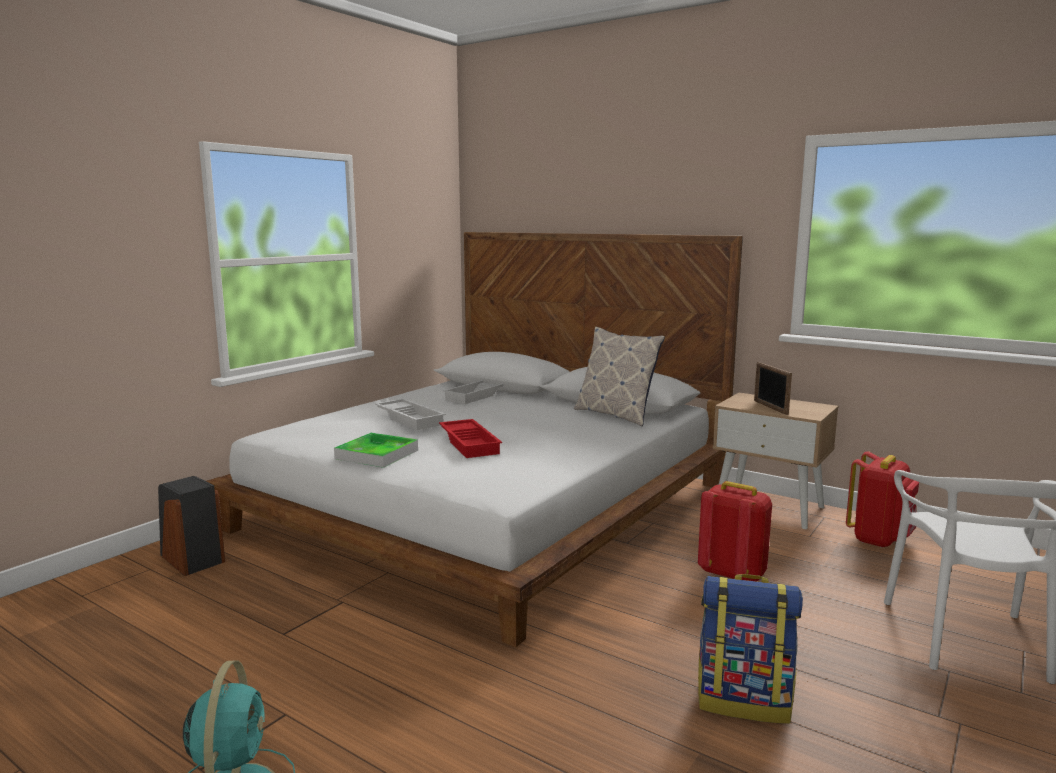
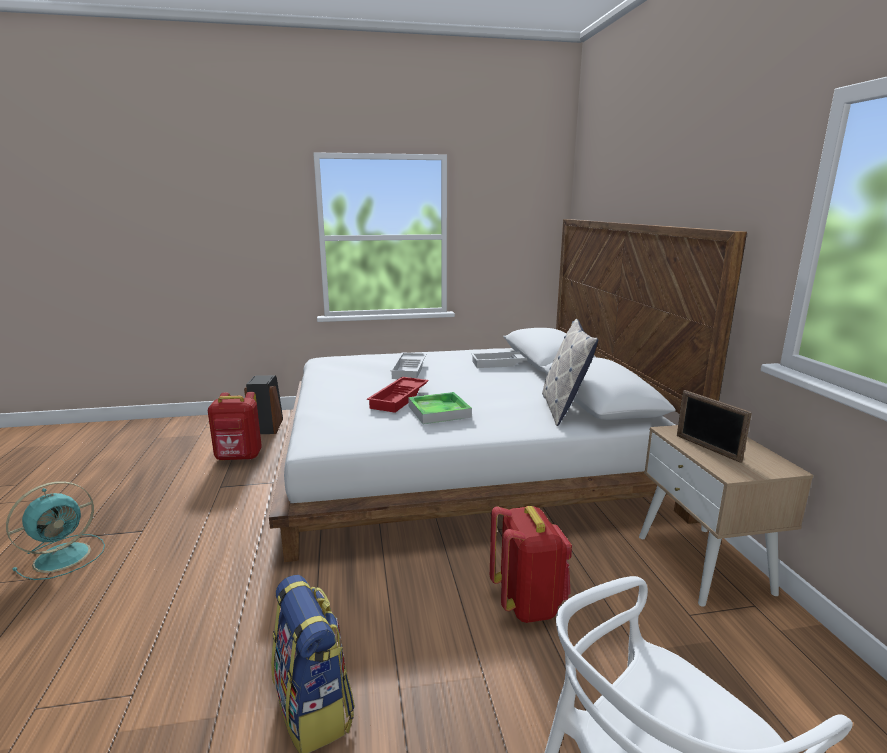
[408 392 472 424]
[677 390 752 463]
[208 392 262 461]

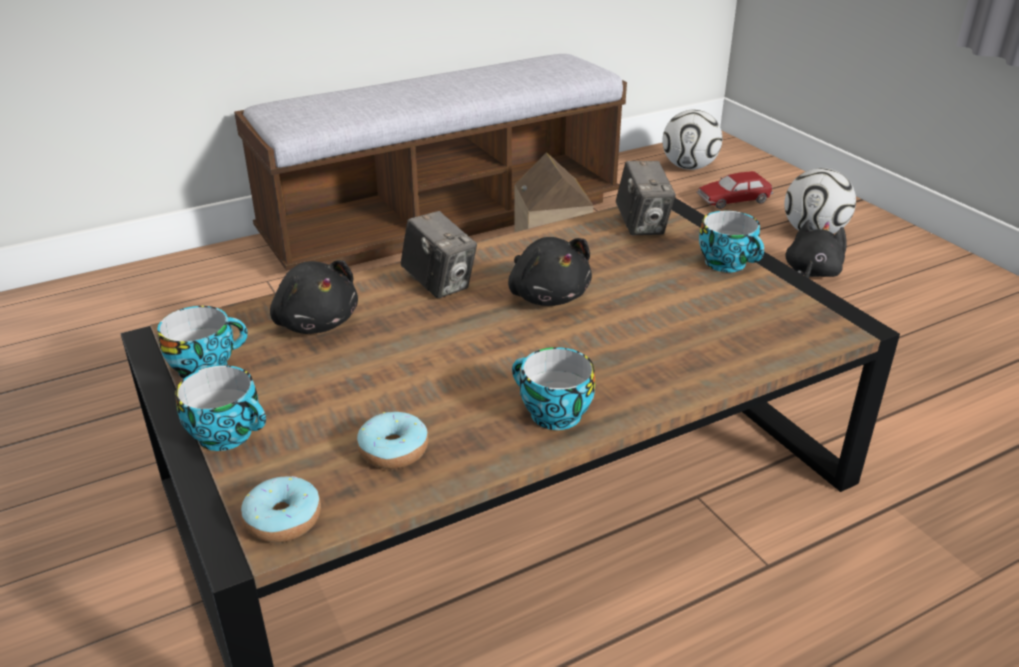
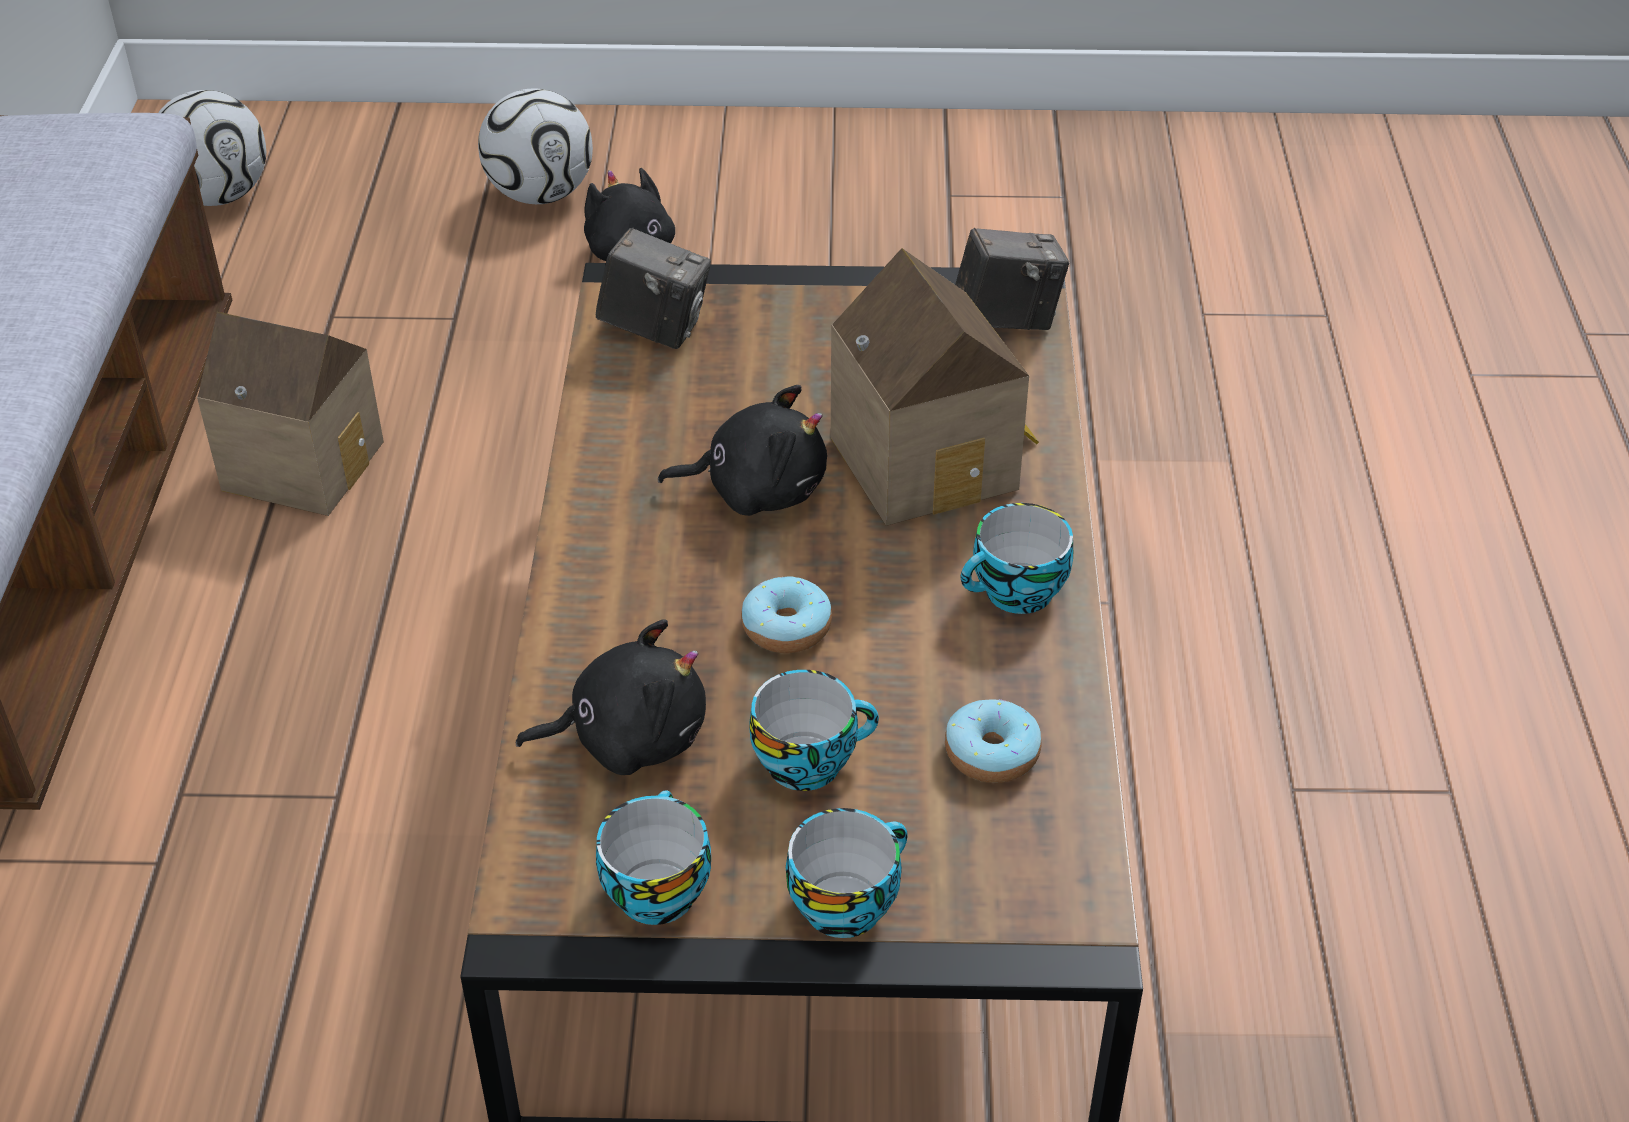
[741 576 832 653]
[955 228 1069 330]
[696 171 773 209] (first image)
[749 670 879 791]
[831 248 1039 526]

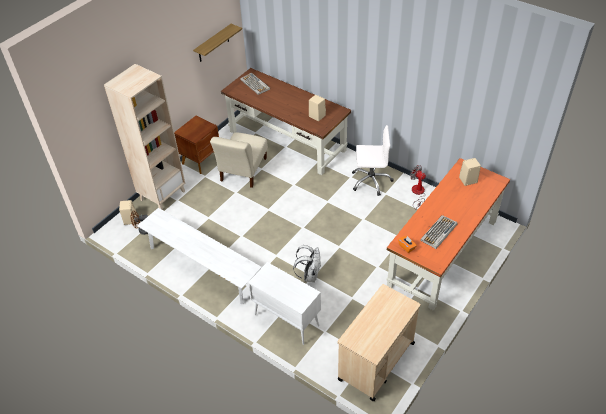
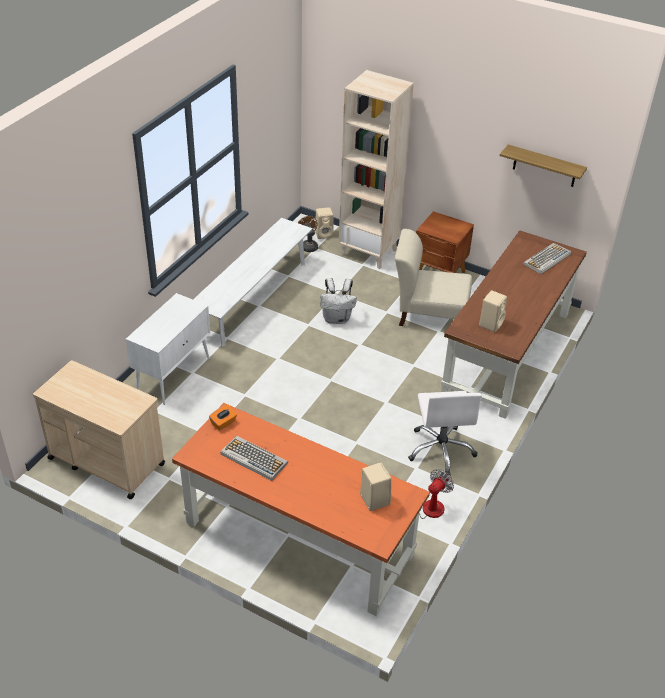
[320 278 357 324]

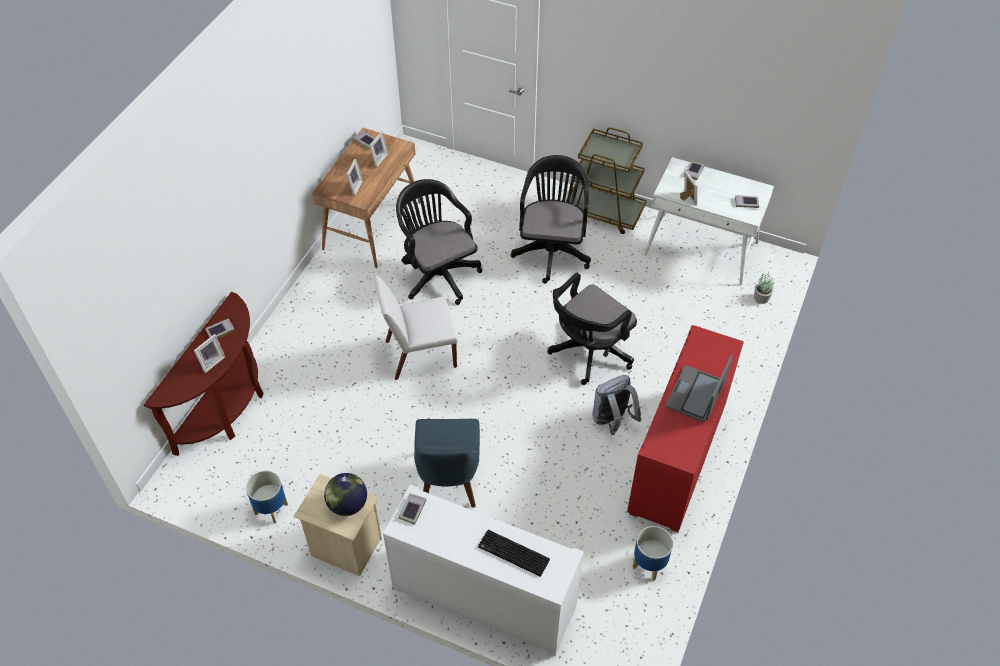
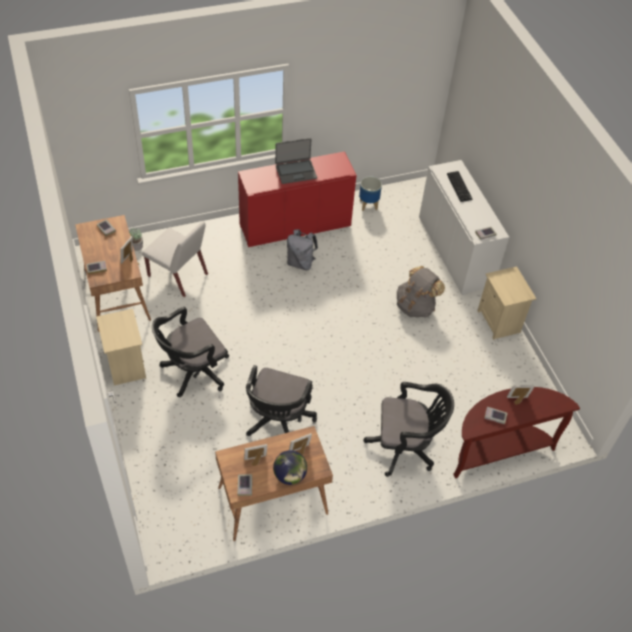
[246 471 288 524] (first image)
[273 450 307 485]
[142 222 208 297]
[397 266 445 318]
[363 382 454 477]
[96 309 146 386]
[75 215 151 332]

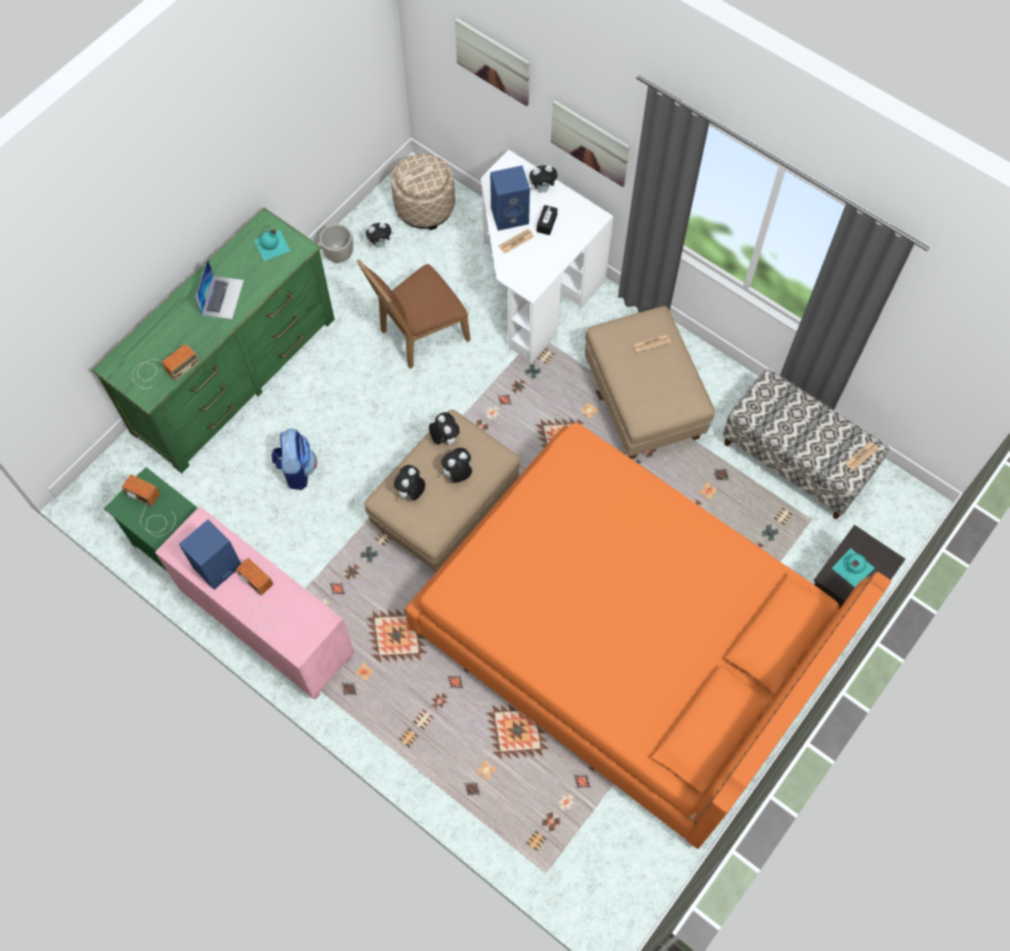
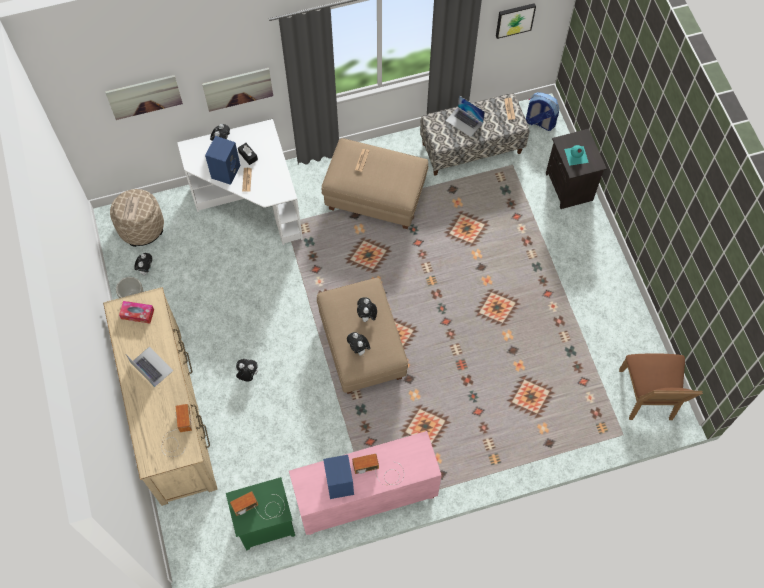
[103 287 218 506]
[119 301 154 324]
[526 92 559 131]
[619 354 703 420]
[405 423 891 849] (first image)
[235 359 258 381]
[445 95 485 137]
[496 3 536 39]

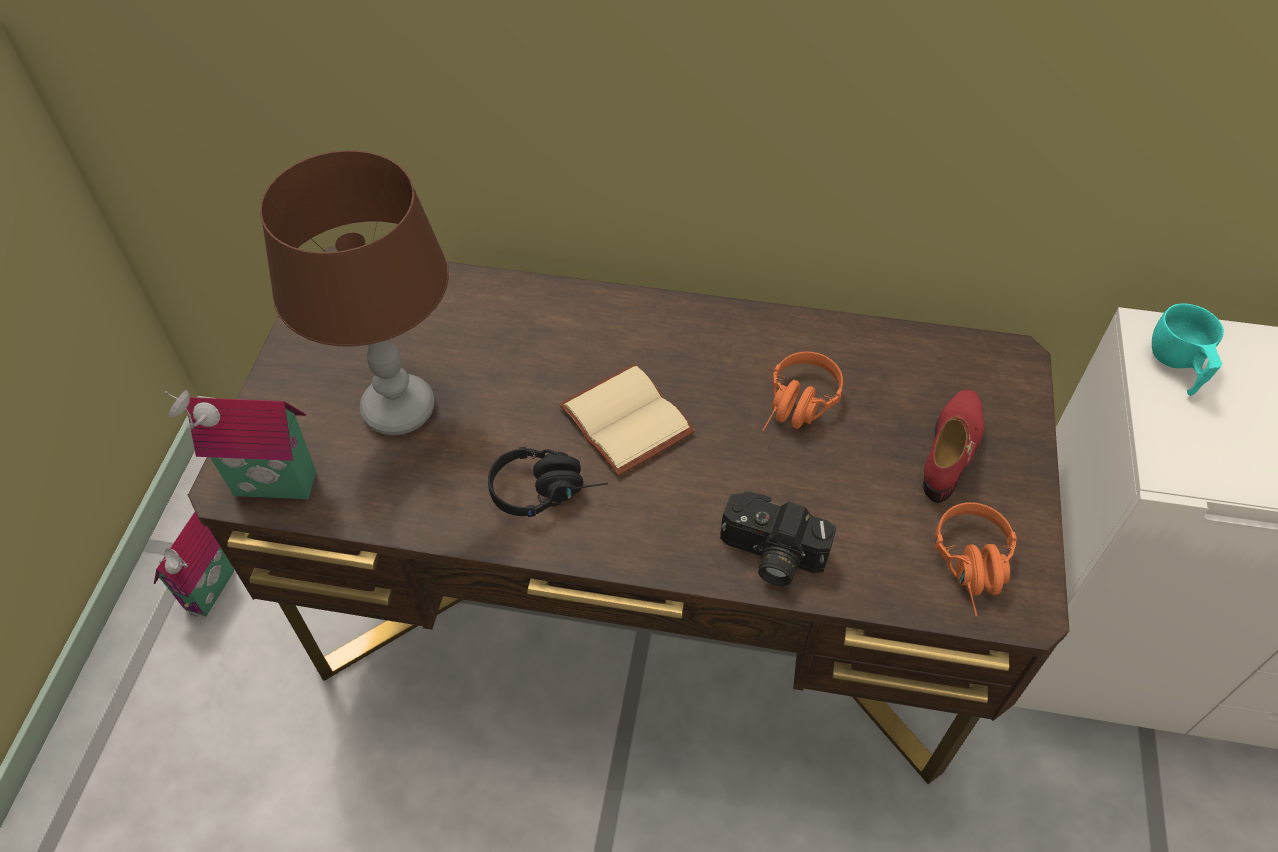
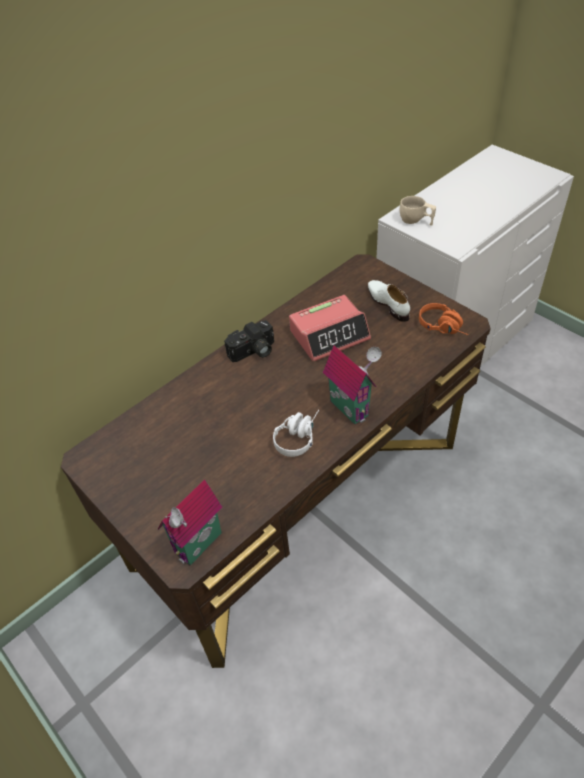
[323 345 381 424]
[260 150 449 435] (first image)
[273 410 319 457]
[559 364 695 476] (first image)
[224 320 274 362]
[289 295 371 362]
[368 280 410 322]
[400 196 436 226]

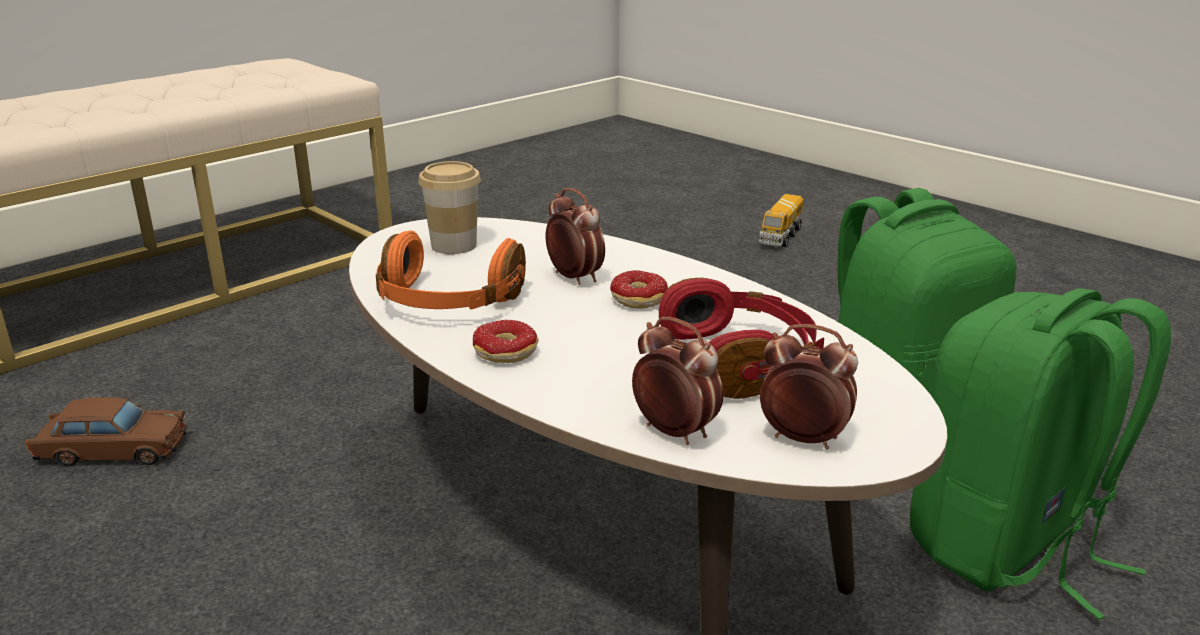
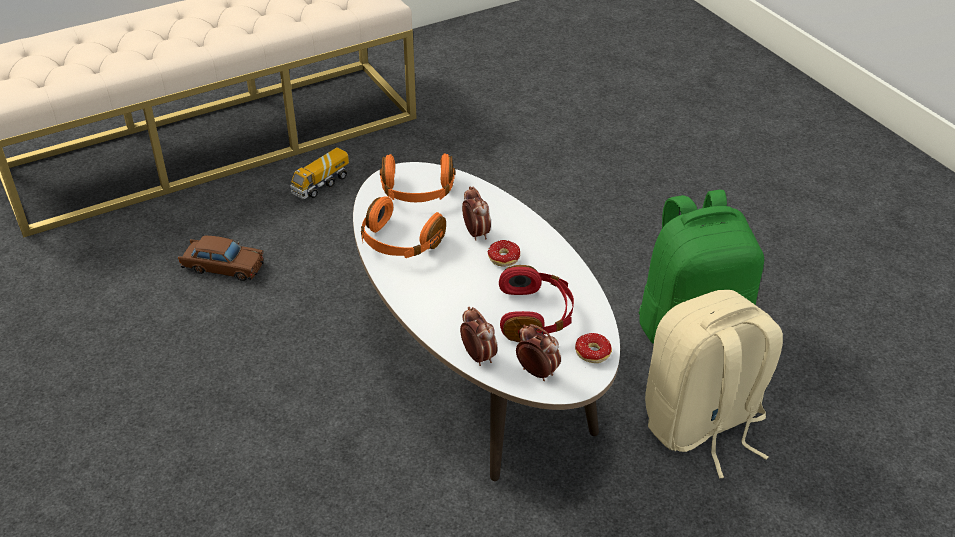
[380 153 455 202]
[575 333 612 363]
[290 147 349 199]
[645 290 783 479]

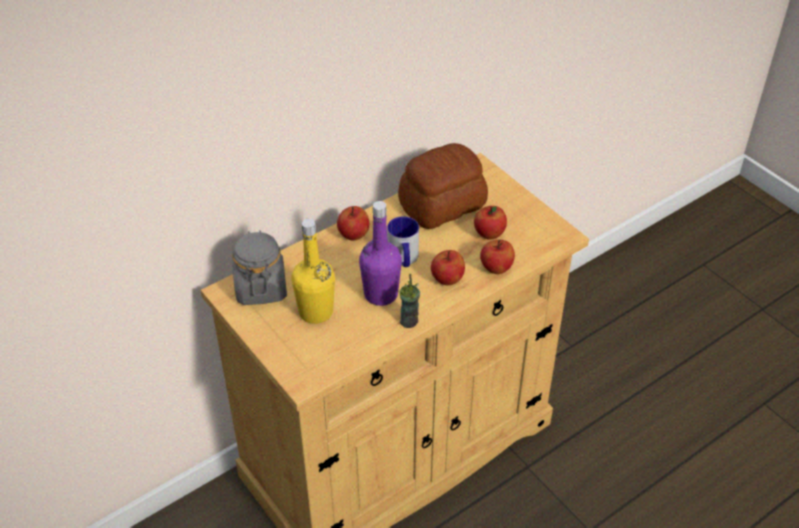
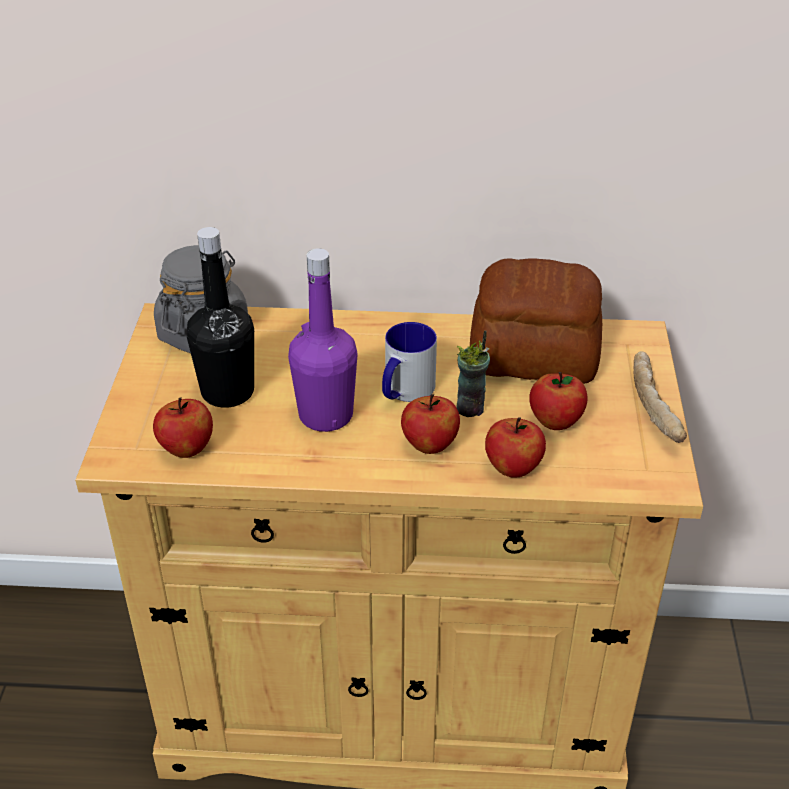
[187 227 254 408]
[153 397 213 458]
[456 330 490 417]
[634 351 687 443]

